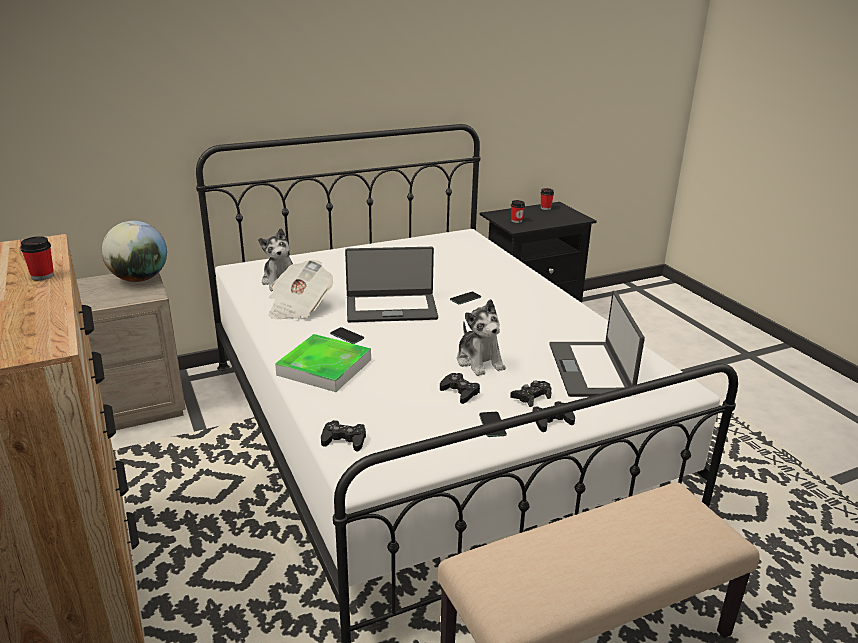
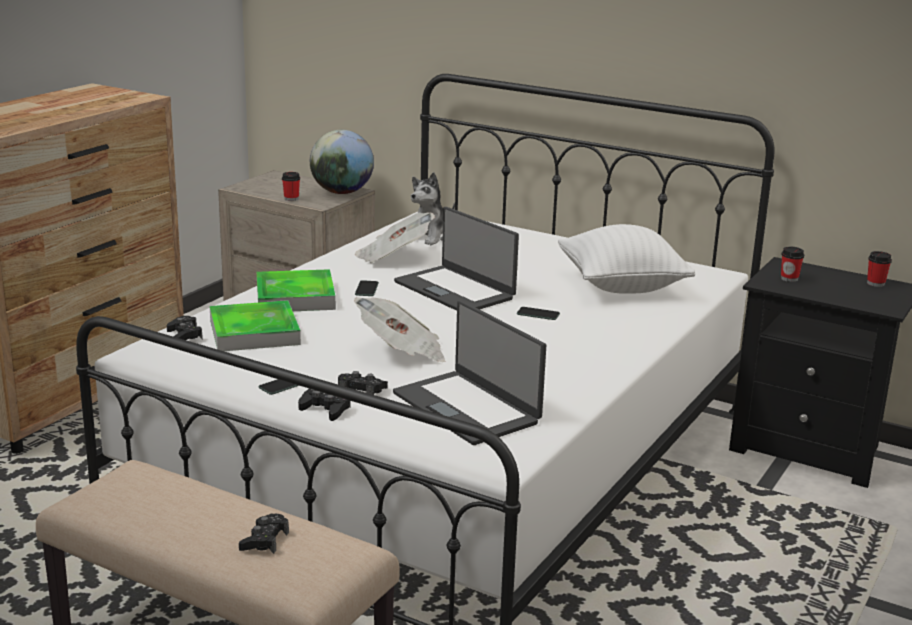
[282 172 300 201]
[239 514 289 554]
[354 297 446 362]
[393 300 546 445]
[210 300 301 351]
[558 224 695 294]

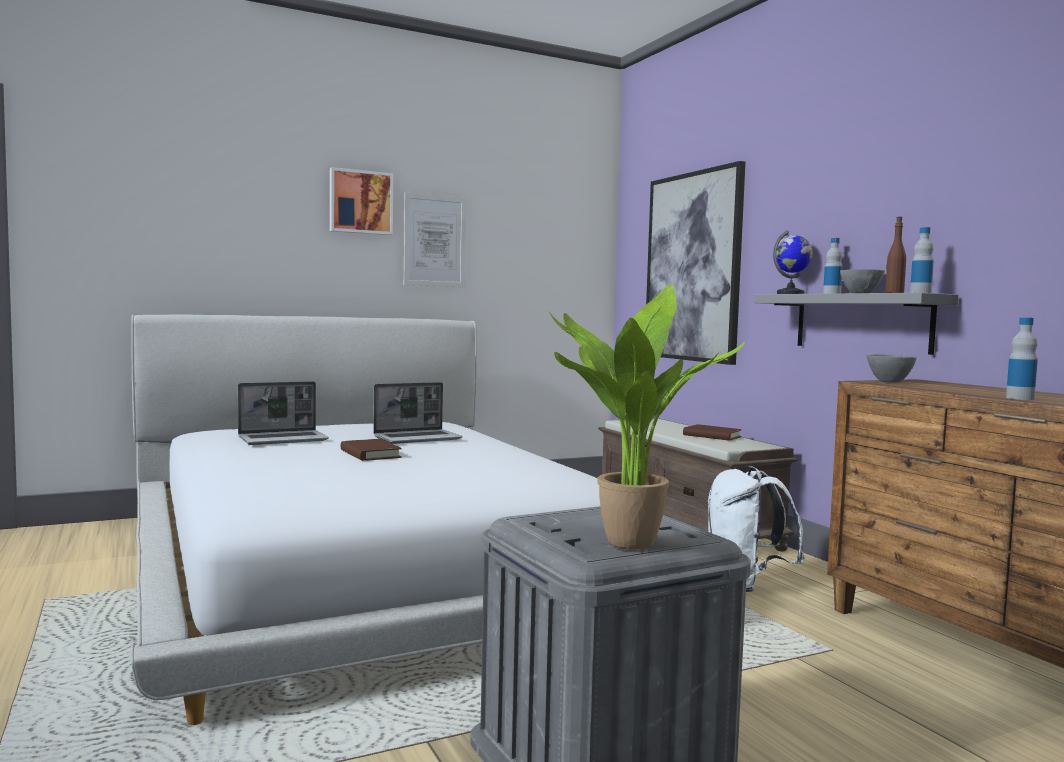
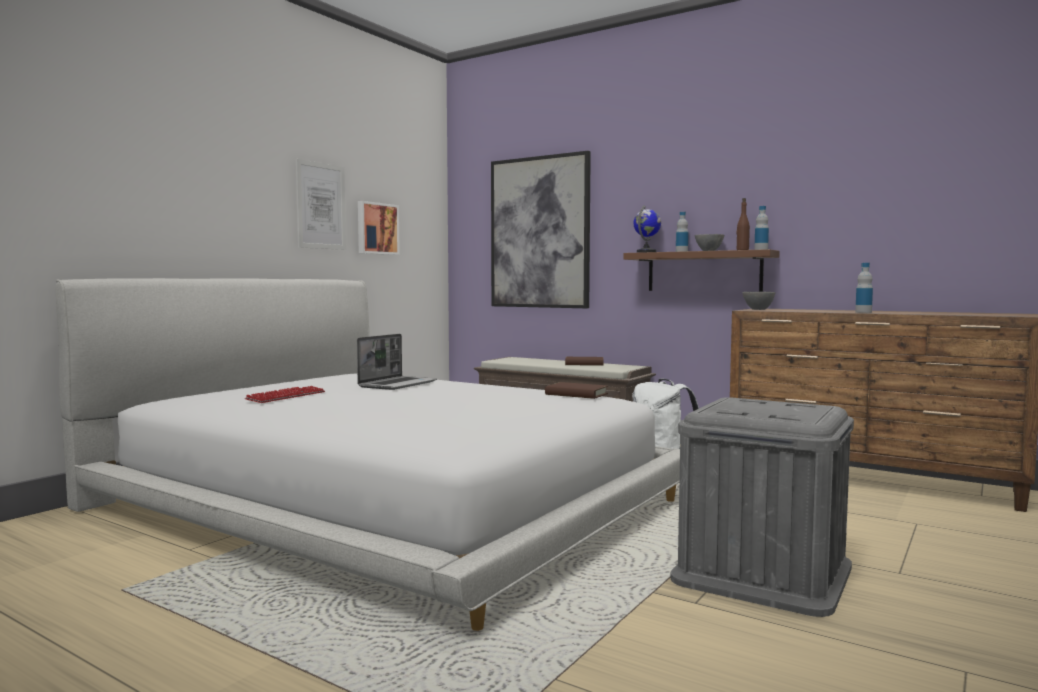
[245 386 325 403]
[358 201 400 255]
[545 382 608 399]
[549 284 745 550] (first image)
[623 249 780 291]

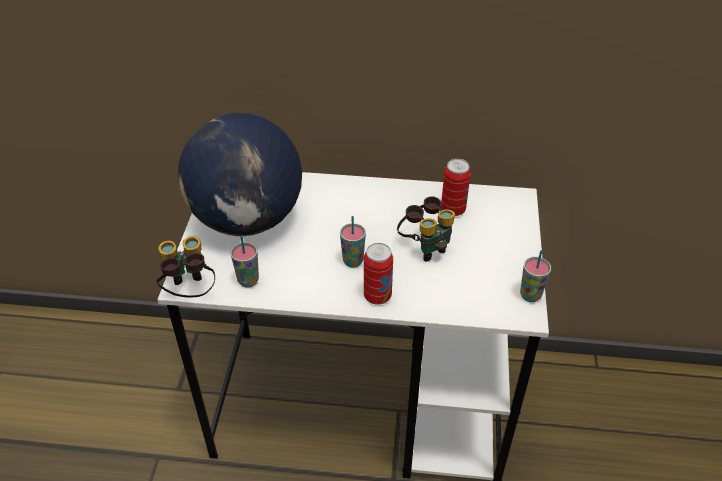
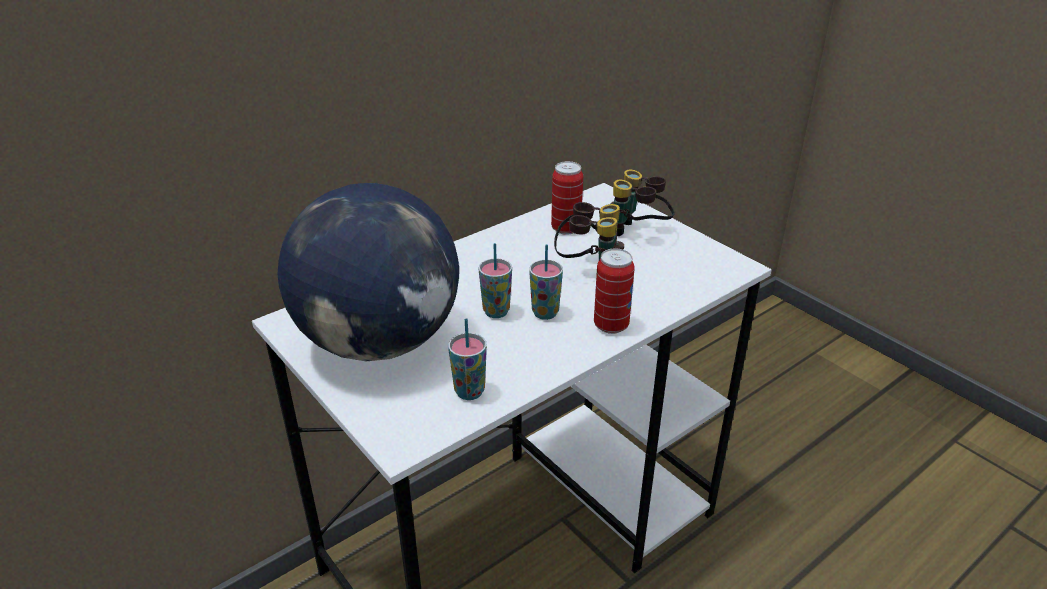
[610 169 675 236]
[479 243 512 318]

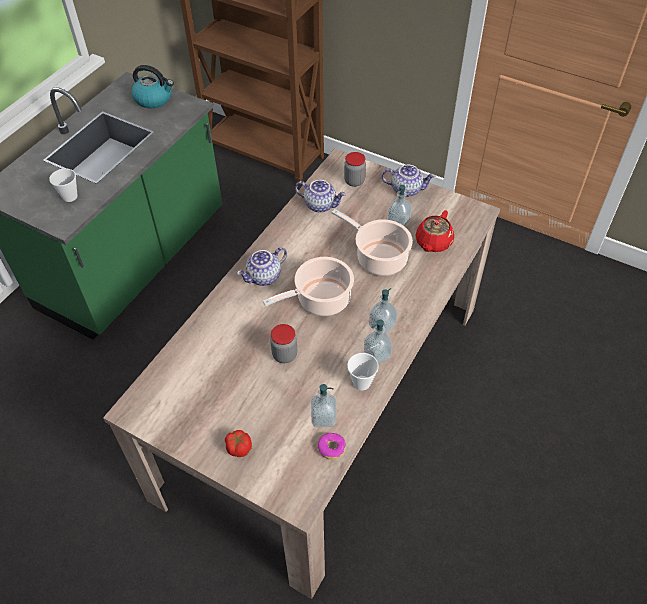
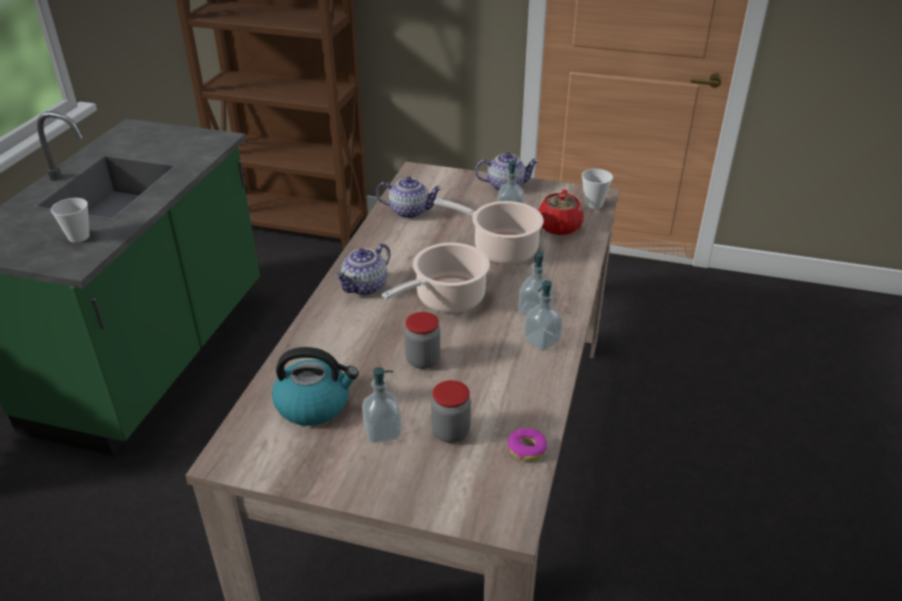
[272 347 359 426]
[225 430 252 457] (first image)
[362 367 402 443]
[431 380 471 443]
[582 169 613 209]

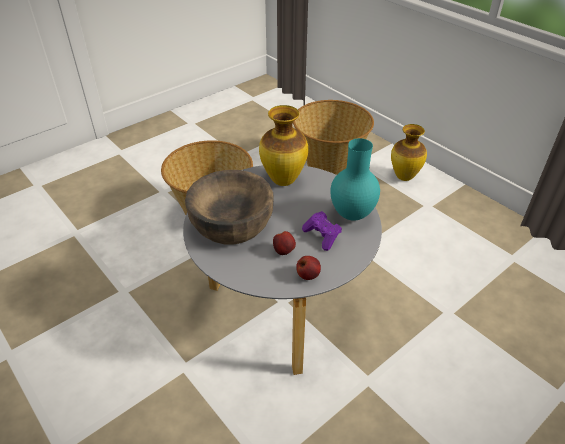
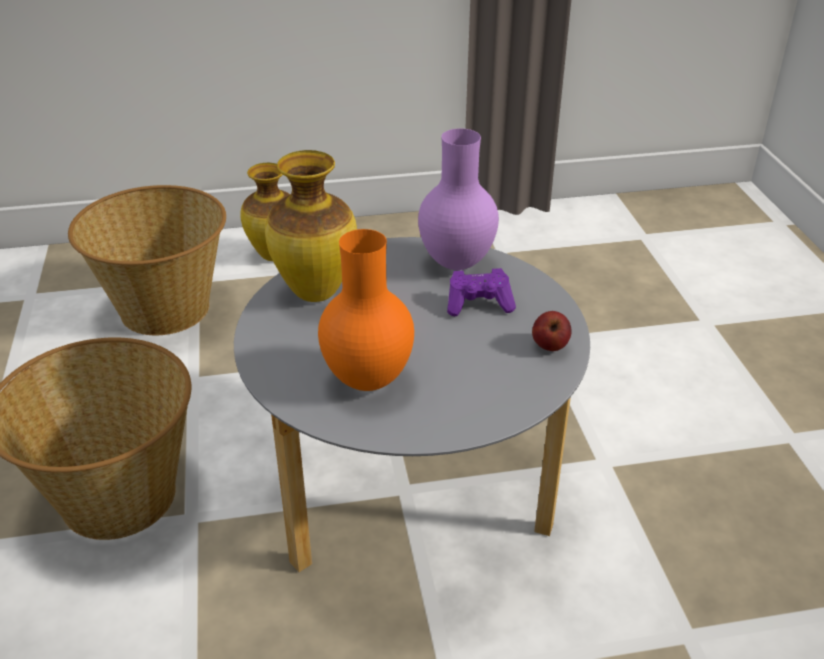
[318 229 414 391]
[273 231 296 255] (first image)
[418 128 499 270]

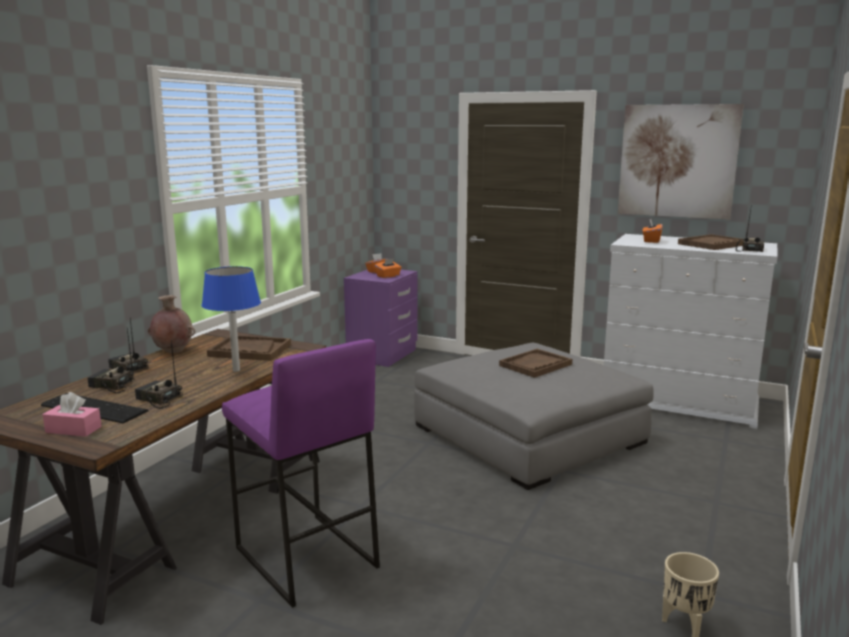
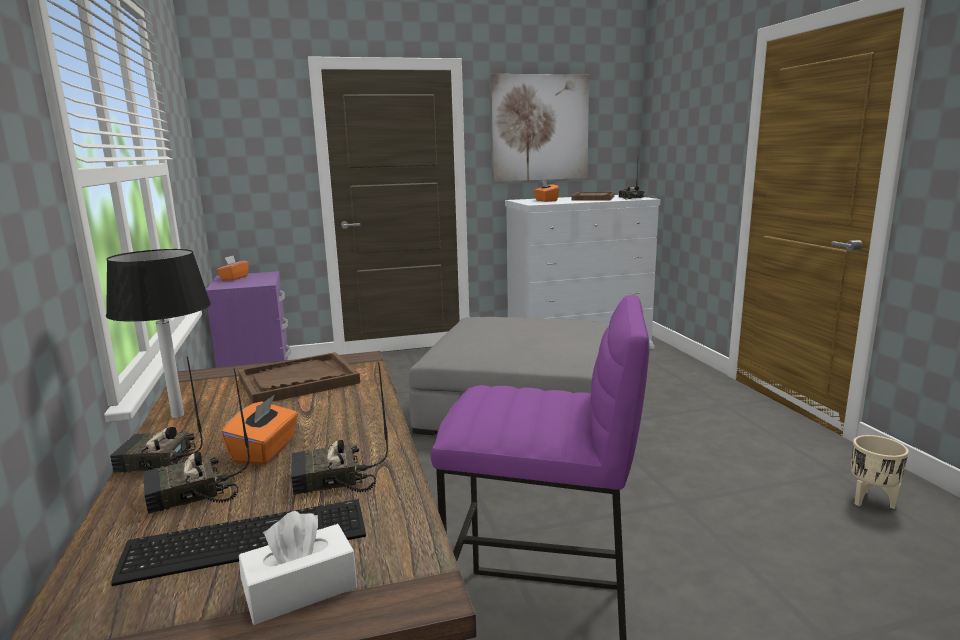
[239 511 357 625]
[106 249 211 418]
[201 266 261 372] (first image)
[221 395 298 465]
[499 349 572 378] (first image)

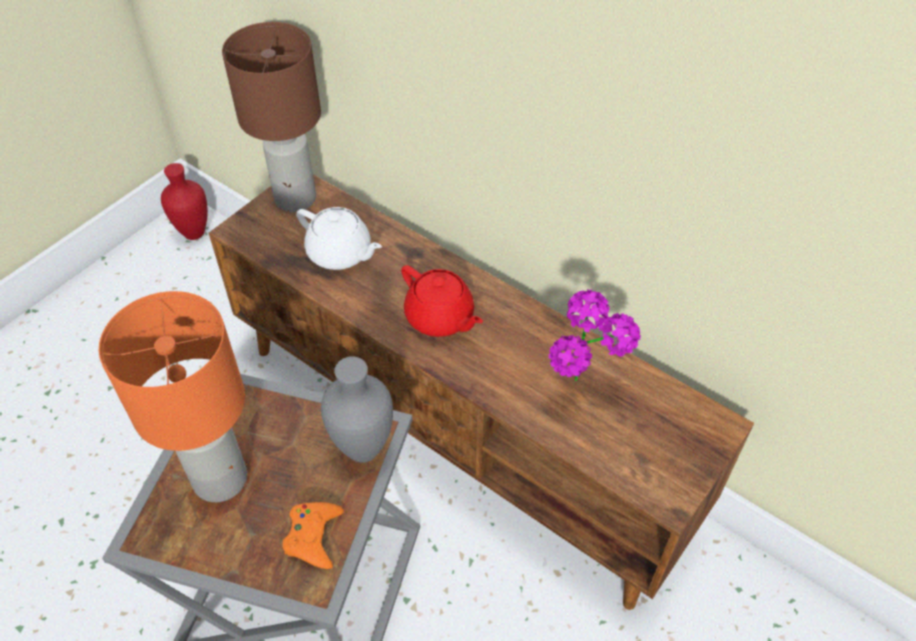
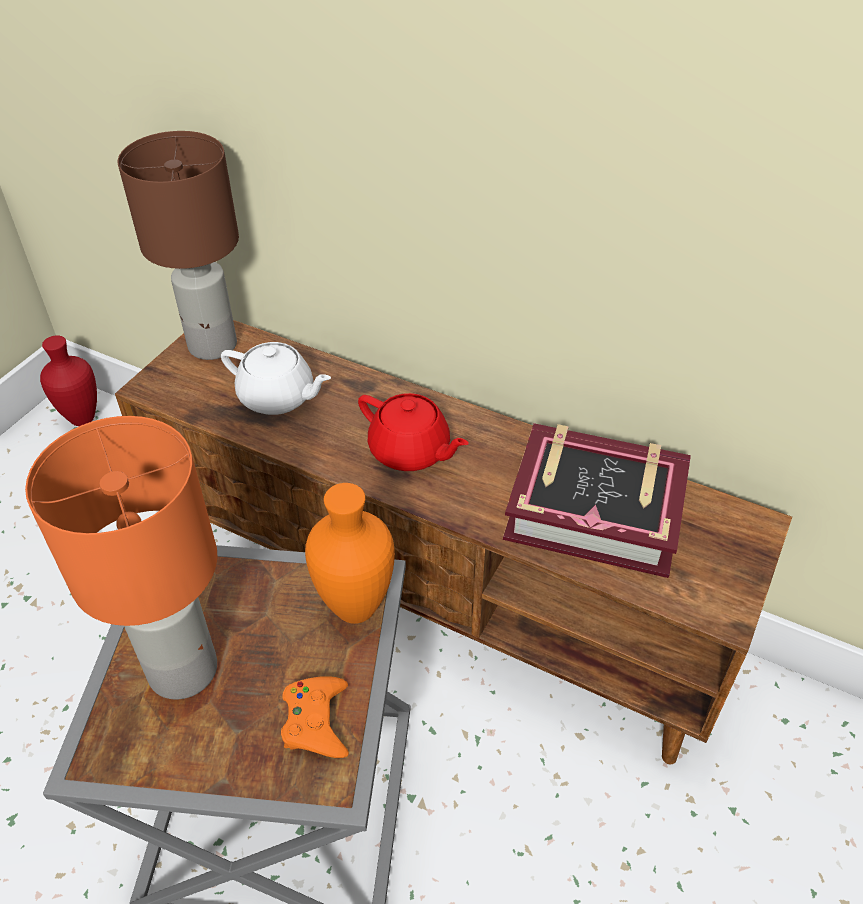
[305 483 395 624]
[503 423 691 578]

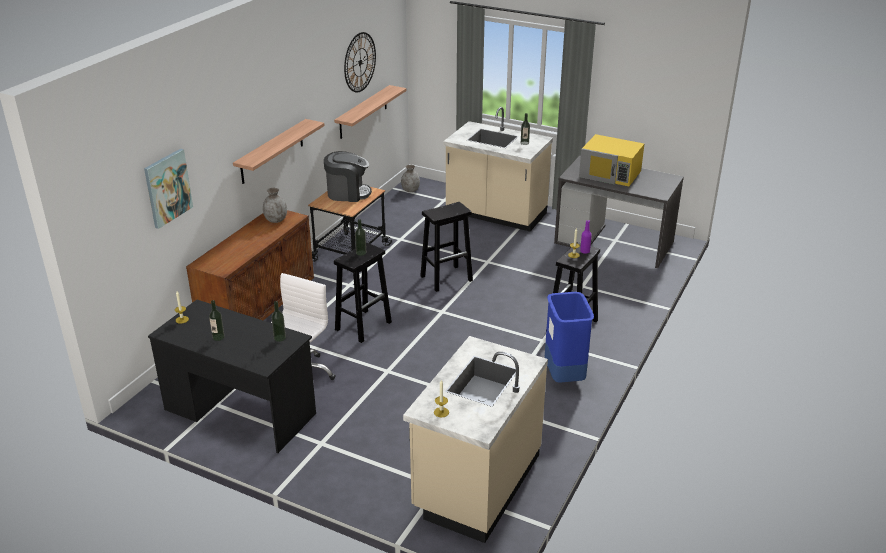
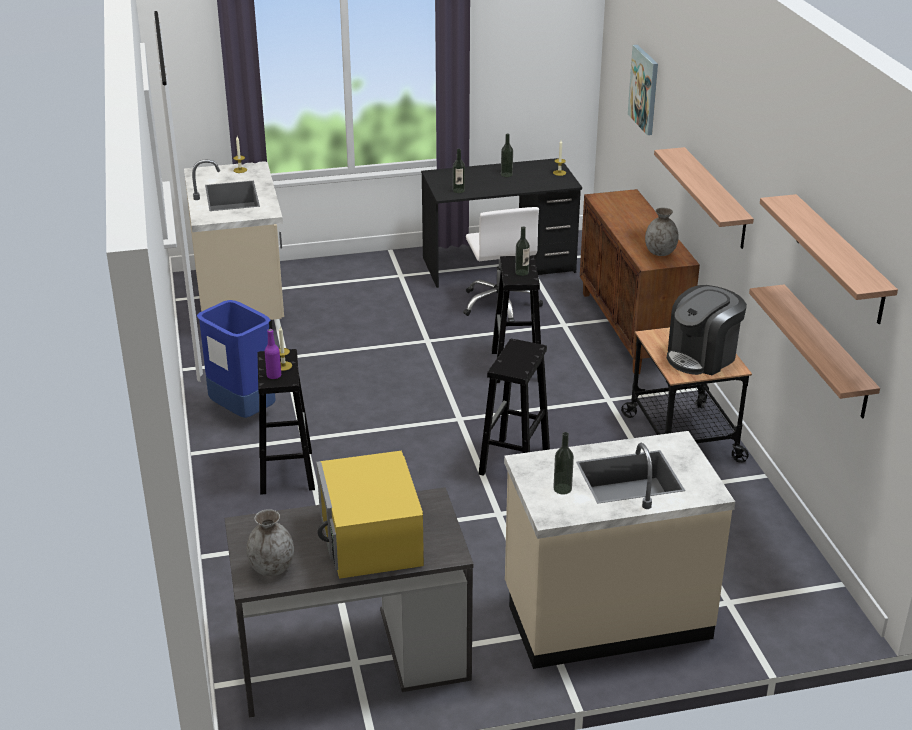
[760 194 898 324]
[247 509 294 576]
[316 451 424 579]

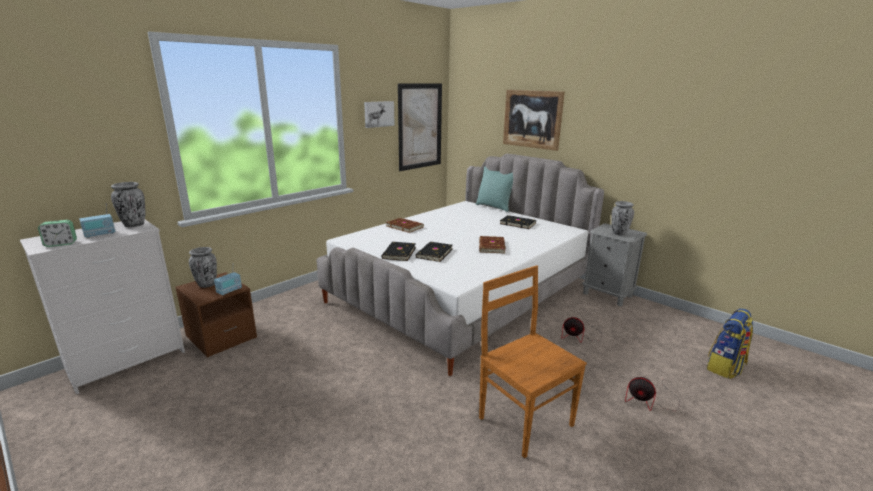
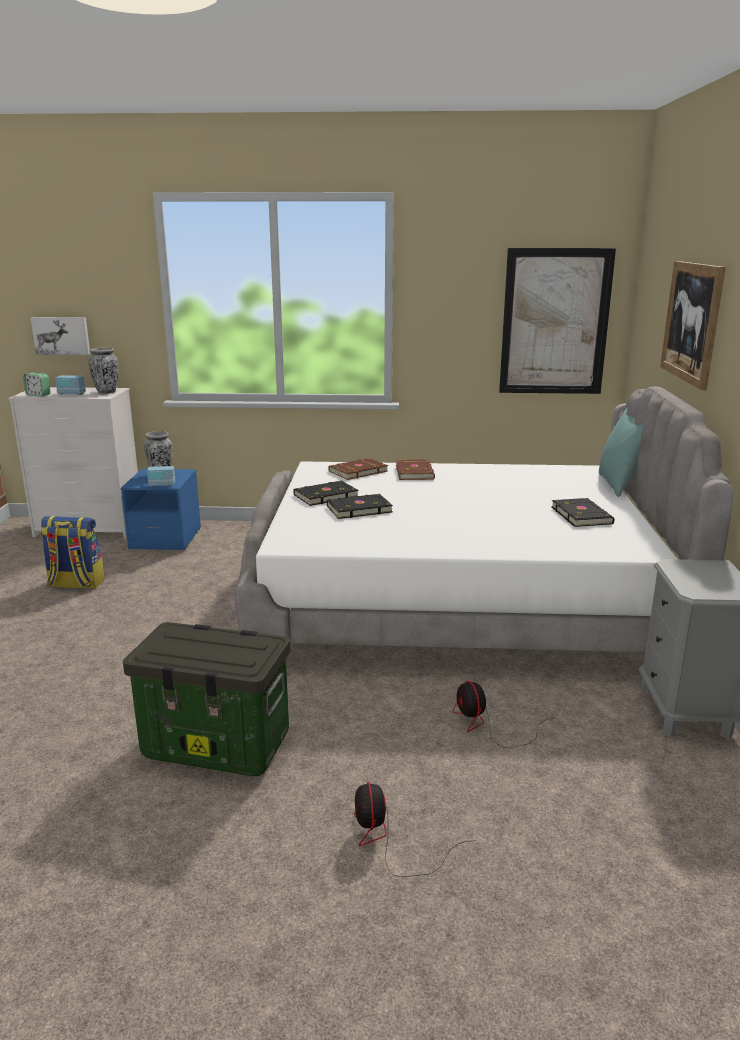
[121 469 201 550]
[31 317 90 355]
[328 458 388 480]
[123 622 291 776]
[612 201 634 235] (first image)
[41 516 105 589]

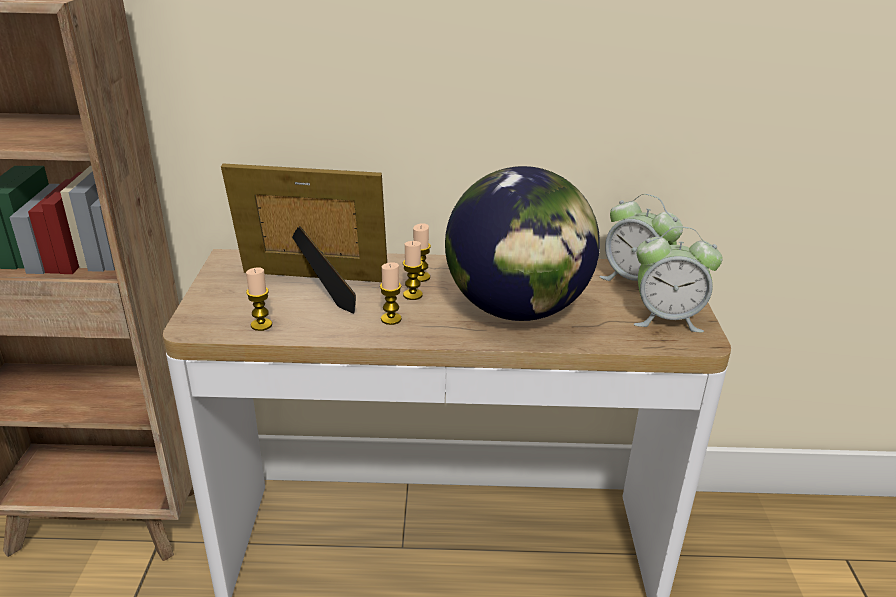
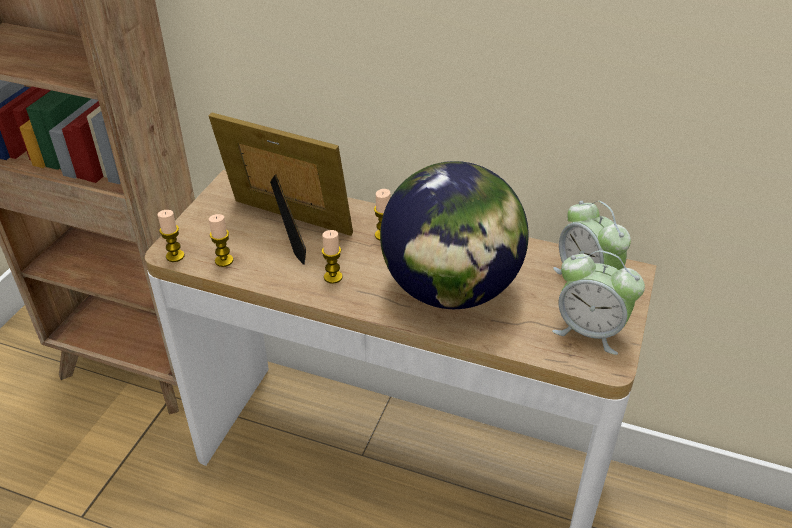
[157 210 185 262]

